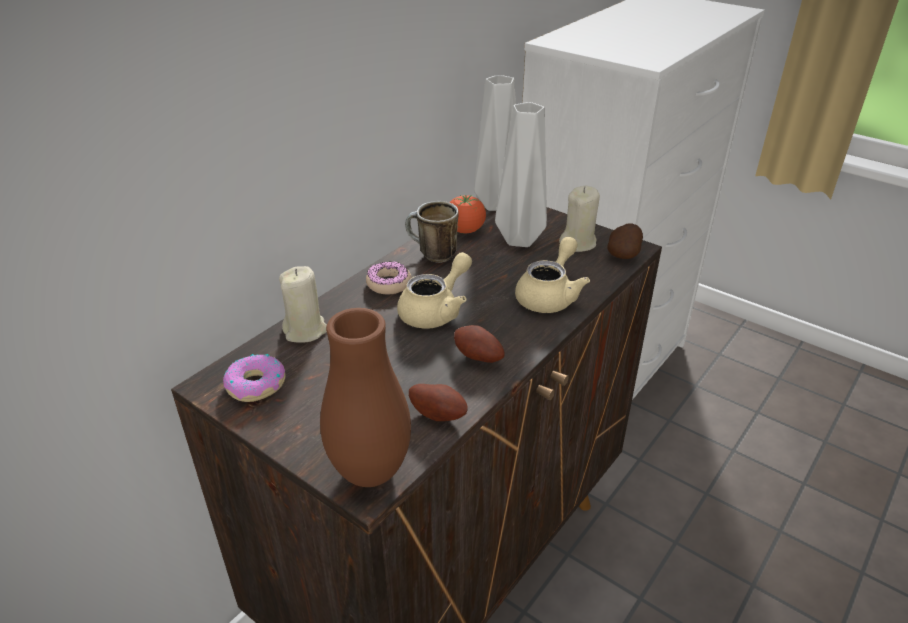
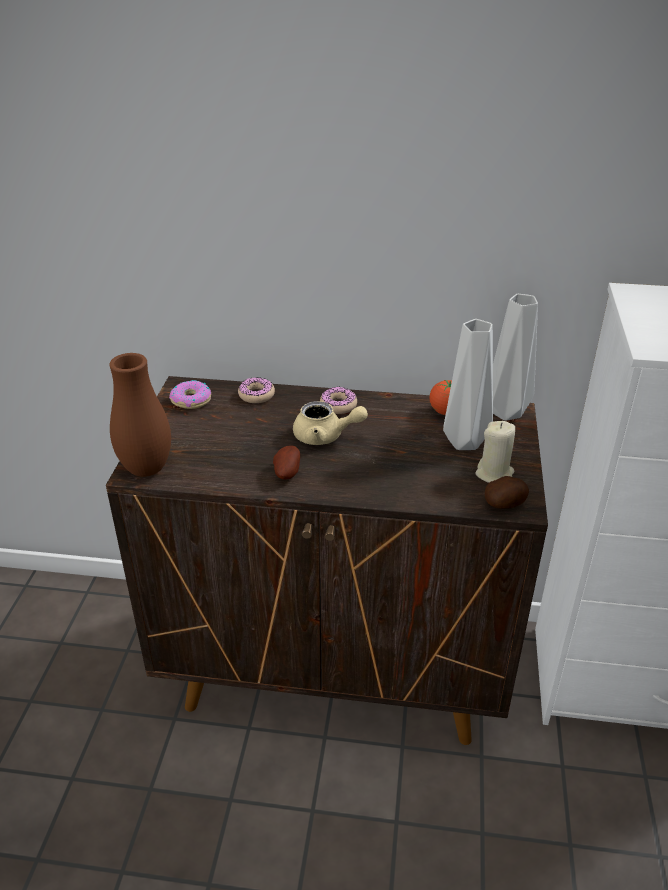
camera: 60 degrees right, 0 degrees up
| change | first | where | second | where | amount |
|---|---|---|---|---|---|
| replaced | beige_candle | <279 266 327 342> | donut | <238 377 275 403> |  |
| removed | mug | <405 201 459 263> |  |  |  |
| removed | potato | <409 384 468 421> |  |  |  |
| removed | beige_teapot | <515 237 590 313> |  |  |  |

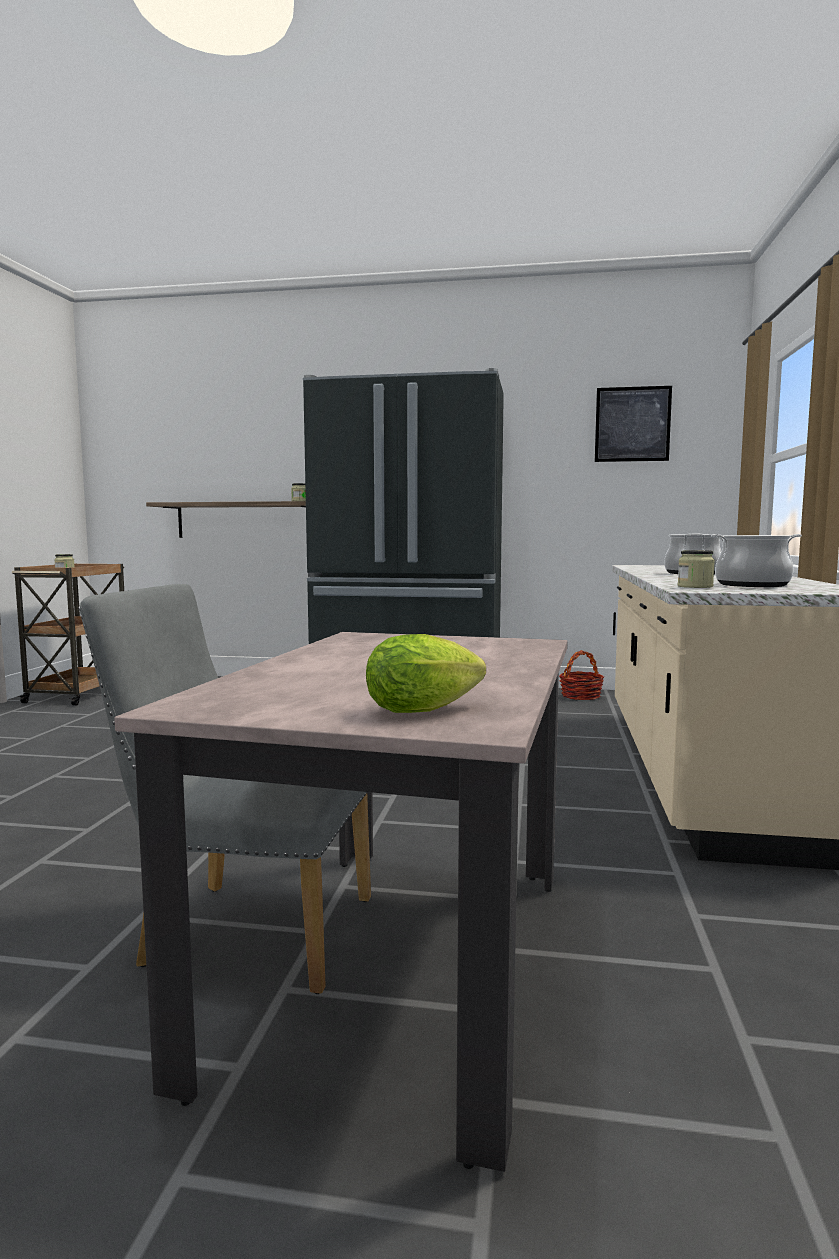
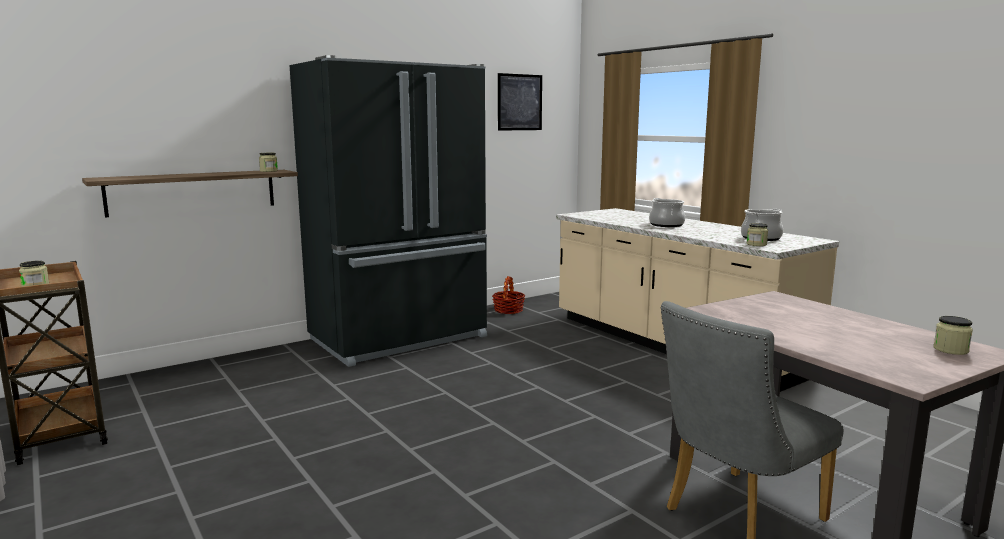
camera: 45 degrees left, 5 degrees up
| change | first | where | second | where | amount |
|---|---|---|---|---|---|
| replaced | lettuce | <366 634 486 713> | jar | <934 316 973 355> |  |

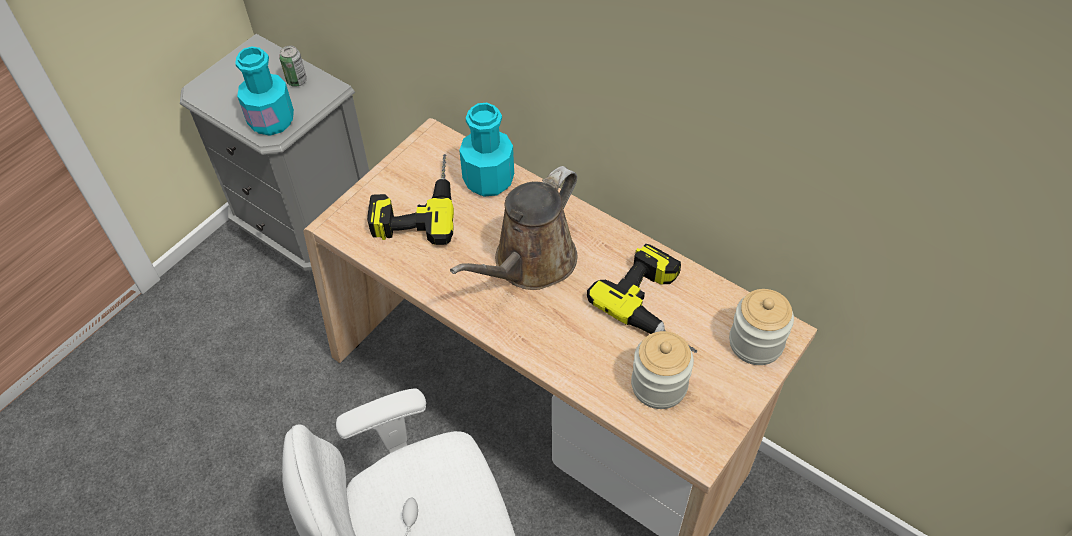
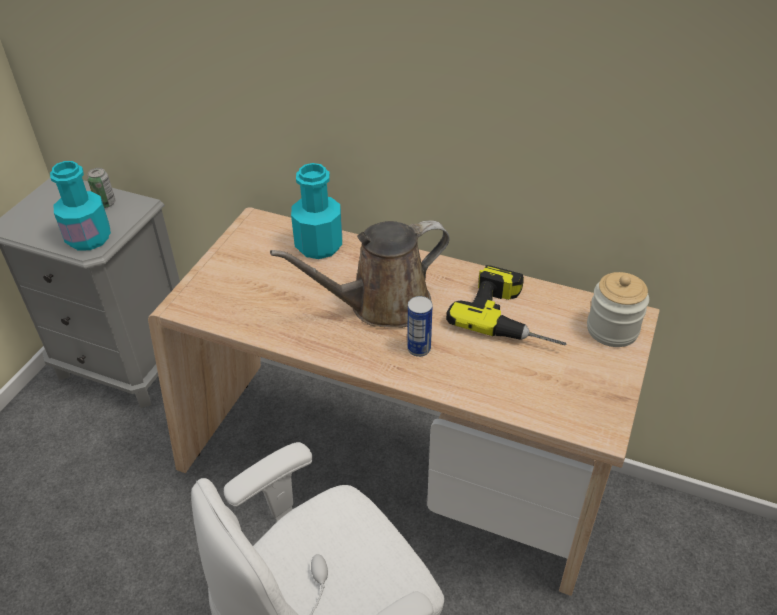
camera: 15 degrees left, 10 degrees down
| change | first | where | second | where | amount |
|---|---|---|---|---|---|
| turned | brown_watering_can | <450 166 577 290> |  | <270 220 450 328> | 45 degrees clockwise |
| added |  |  | can | <407 296 433 357> |  |
| removed | power_drill | <367 154 454 245> |  |  |  |
| removed | jar | <631 331 694 409> |  |  |  |

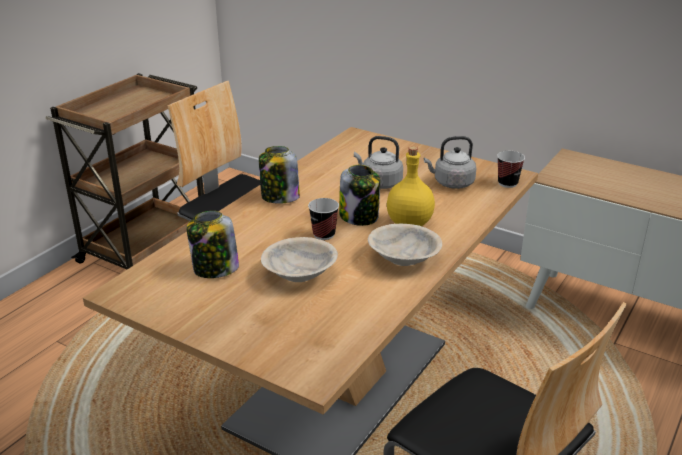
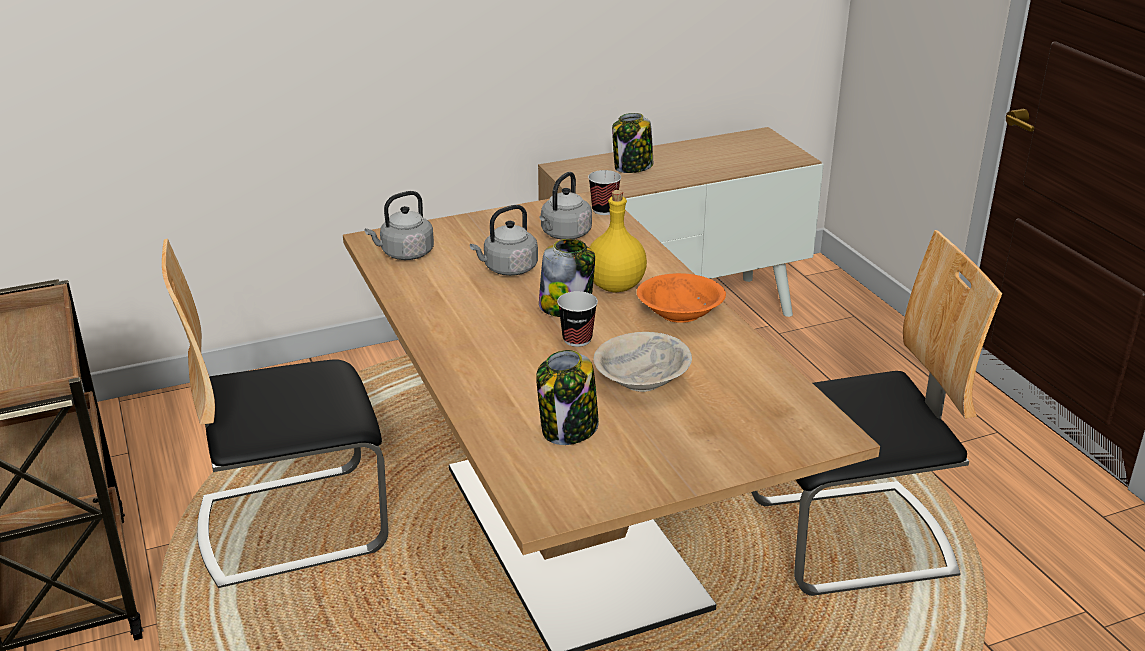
camera: 55 degrees left, 0 degrees up
| change | first | where | second | where | amount |
|---|---|---|---|---|---|
| added |  |  | grey_kettle | <365 191 434 260> |  |
| moved | jar | <259 146 300 204> |  | <612 113 653 173> |  |
| recoloured | beige_bowl | <368 224 442 266> | orange_bowl | <637 273 726 323> |  |

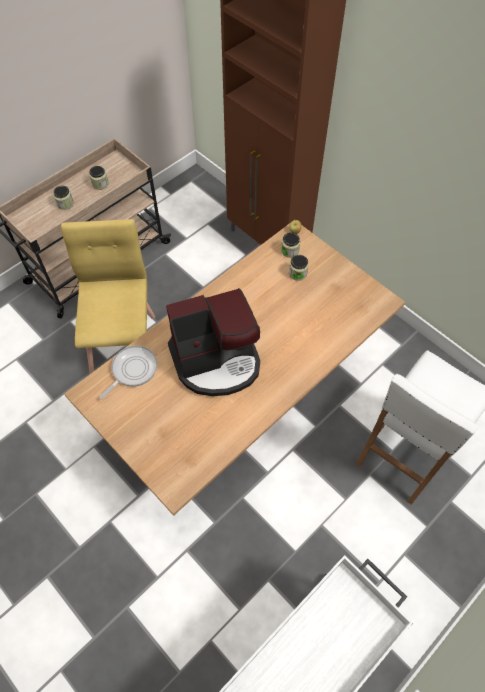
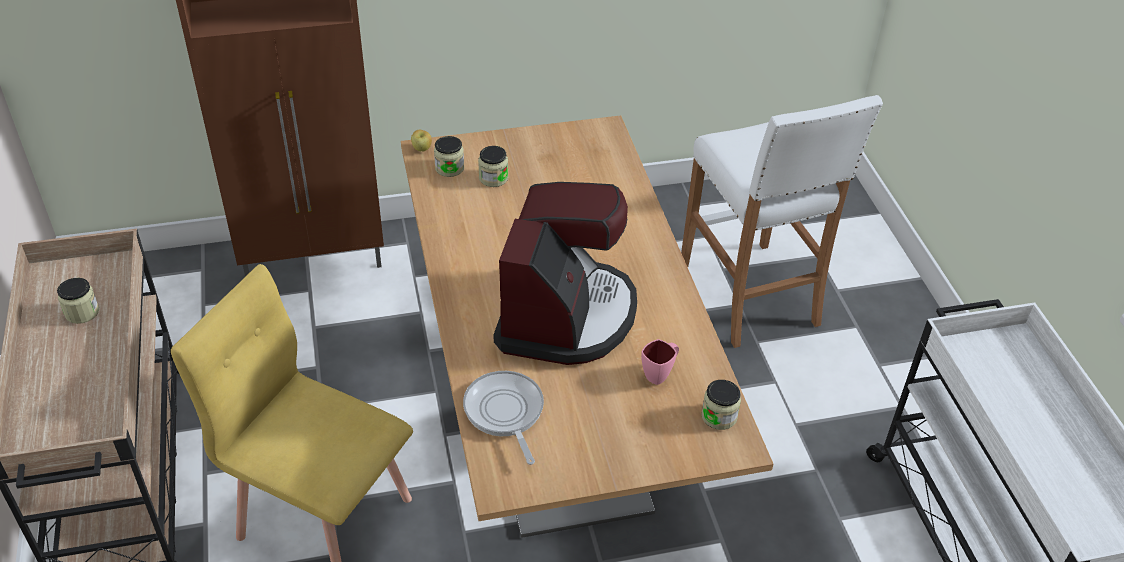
camera: 60 degrees left, 15 degrees down
| change | first | where | second | where | amount |
|---|---|---|---|---|---|
| added |  |  | pink_mug | <641 339 679 385> |  |
| moved | jar | <53 186 74 210> |  | <701 380 741 430> |  |

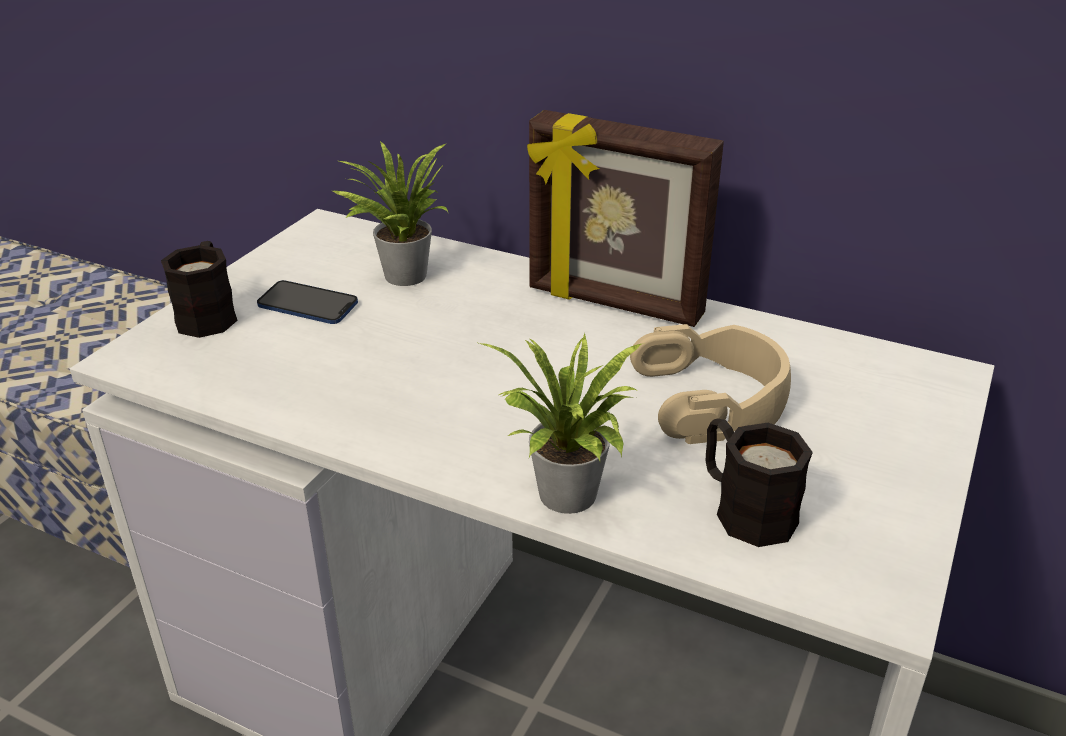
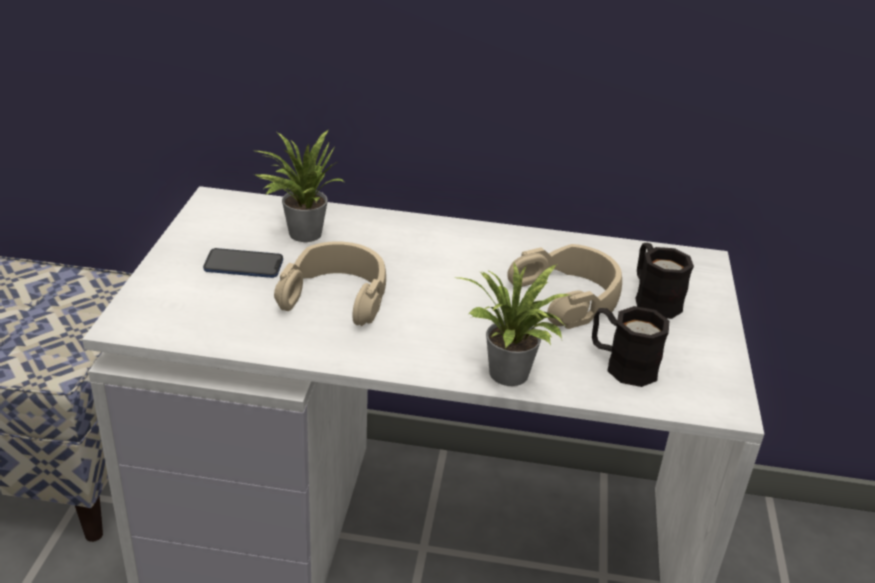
camera: 20 degrees left, 0 degrees up
| change | first | where | second | where | amount |
|---|---|---|---|---|---|
| added |  |  | beige_headphones | <274 241 386 326> |  |
| moved | black_mug | <161 241 238 338> |  | <635 243 694 319> |  |
| removed | picture_frame | <527 110 724 327> |  |  |  |

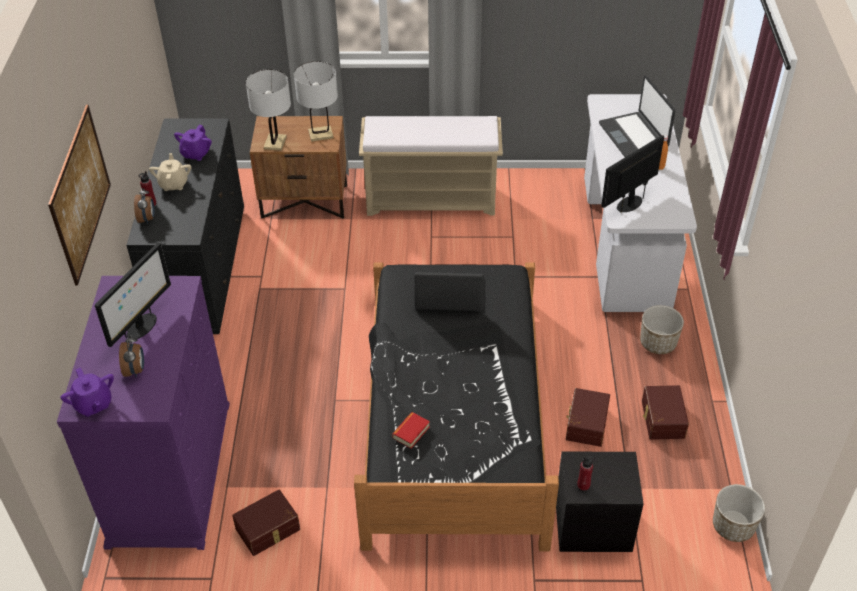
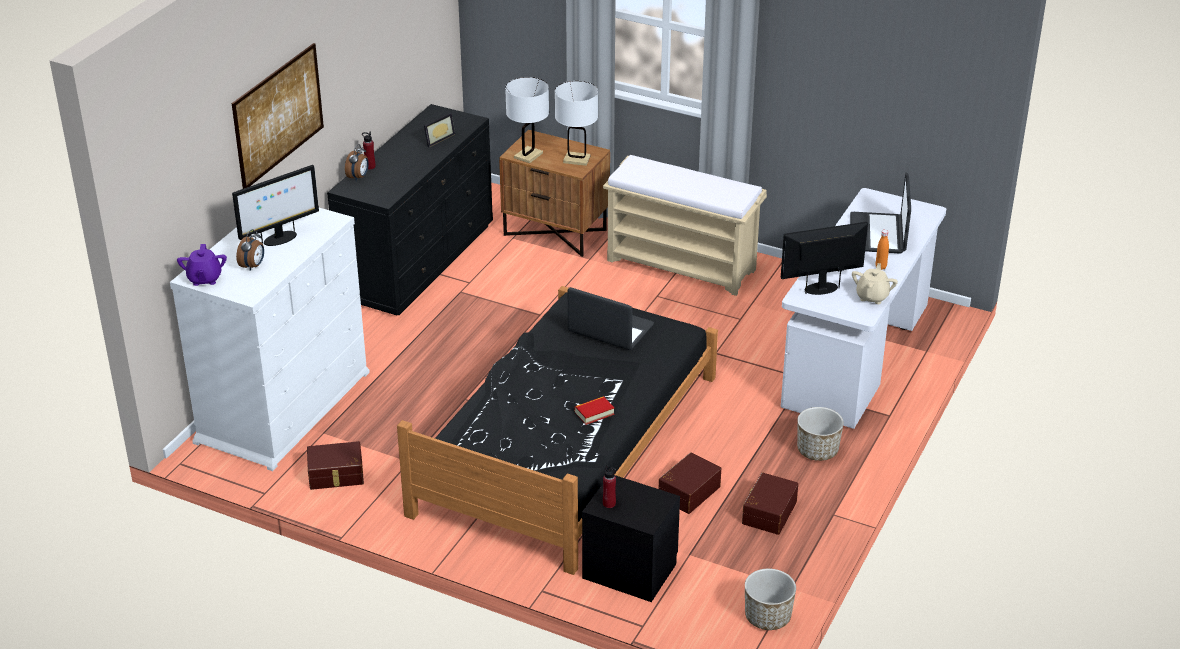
camera: 25 degrees right, 10 degrees down
| change | first | where | second | where | amount |
|---|---|---|---|---|---|
| recoloured | purple_dresser | <57 276 230 550> | white_dresser | <170 208 370 471> |  |
| replaced | purple_teapot | <174 125 212 161> | picture_frame | <424 113 455 147> |  |
| moved | book | <392 412 430 449> |  | <574 396 614 425> |  |
| moved | beige_teapot | <149 153 191 191> |  | <852 263 898 304> |  |

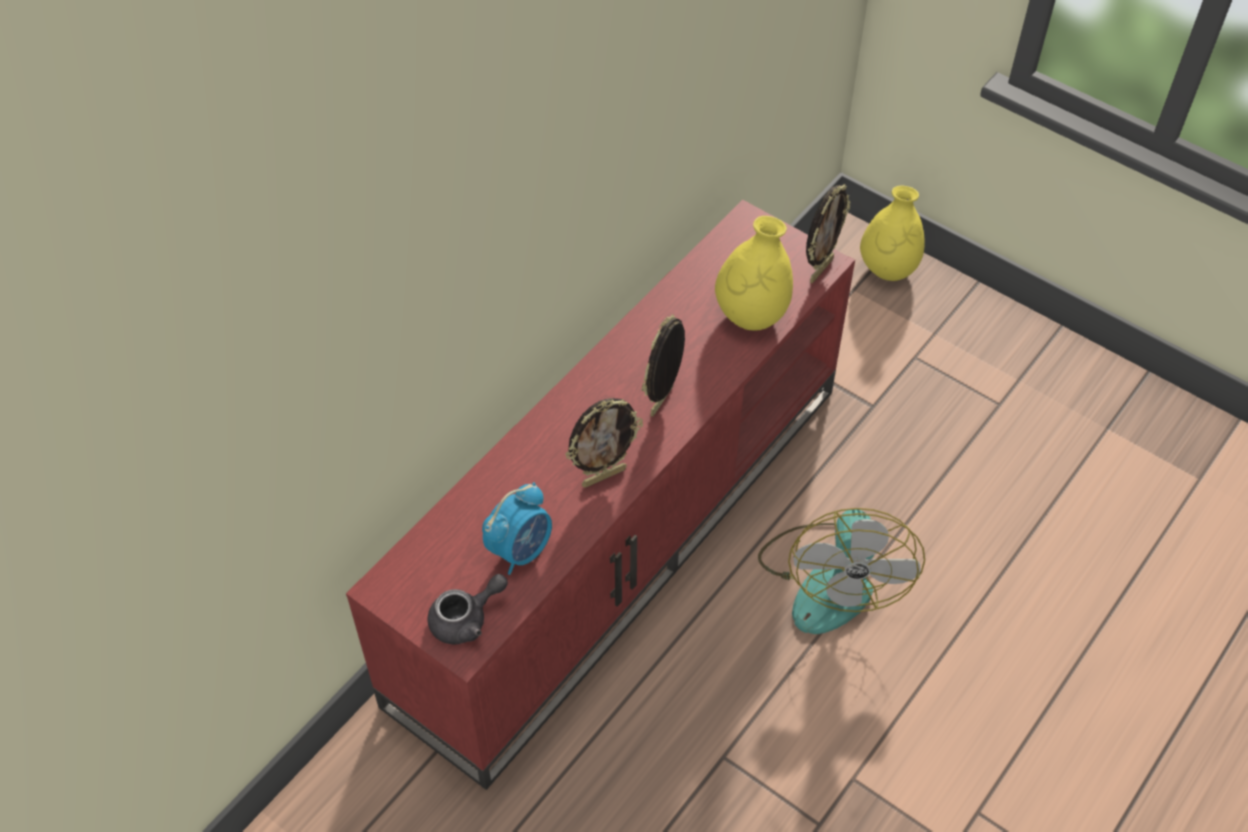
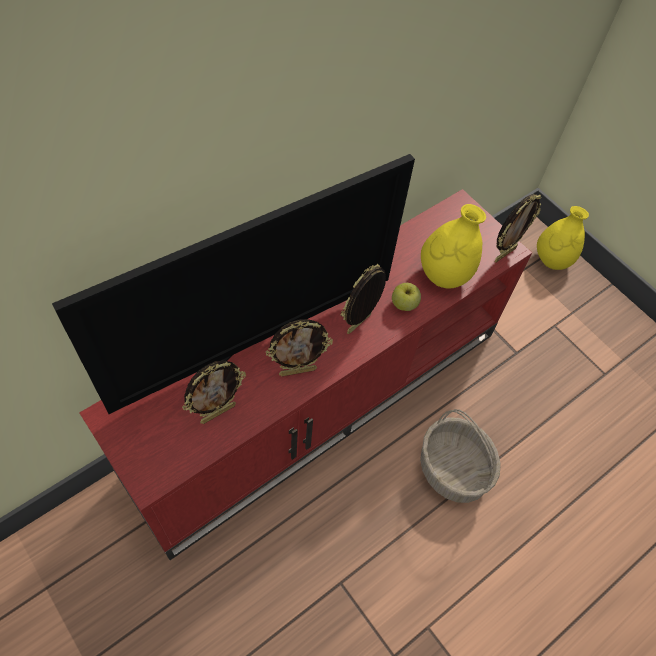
camera: 10 degrees right, 5 degrees up
| change | first | where | second | where | amount |
|---|---|---|---|---|---|
| added |  |  | television | <52 154 415 414> |  |
| replaced | alarm_clock | <482 482 552 575> | picture_frame | <182 361 246 424> |  |
| added |  |  | apple | <392 283 421 311> |  |
| replaced | fan | <758 508 925 634> | basket | <420 409 501 503> |  |
| removed | grey_teapot | <427 574 508 644> |  |  |  |

